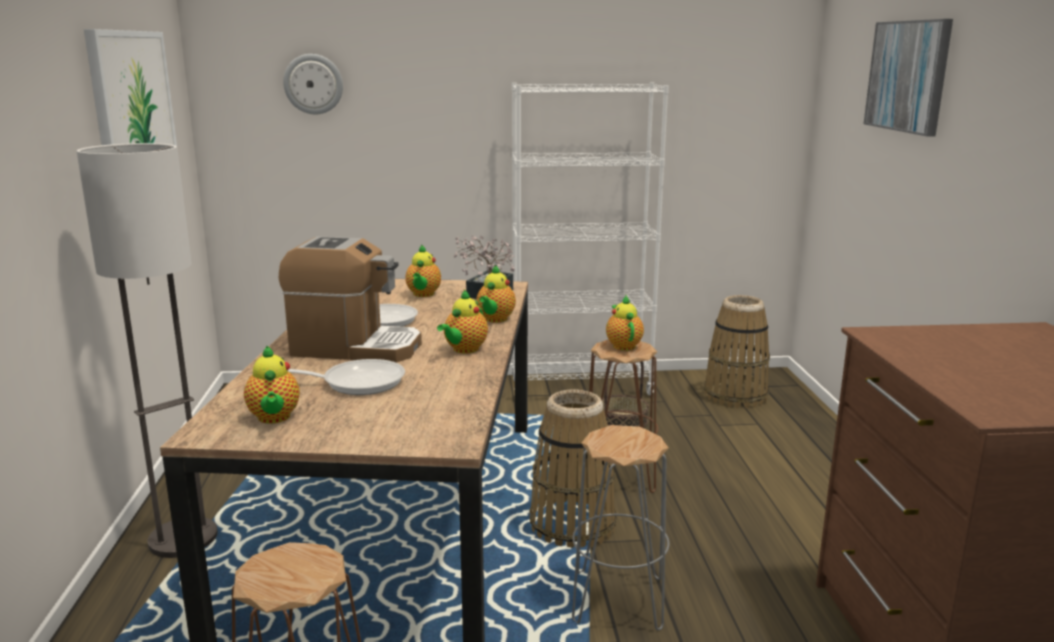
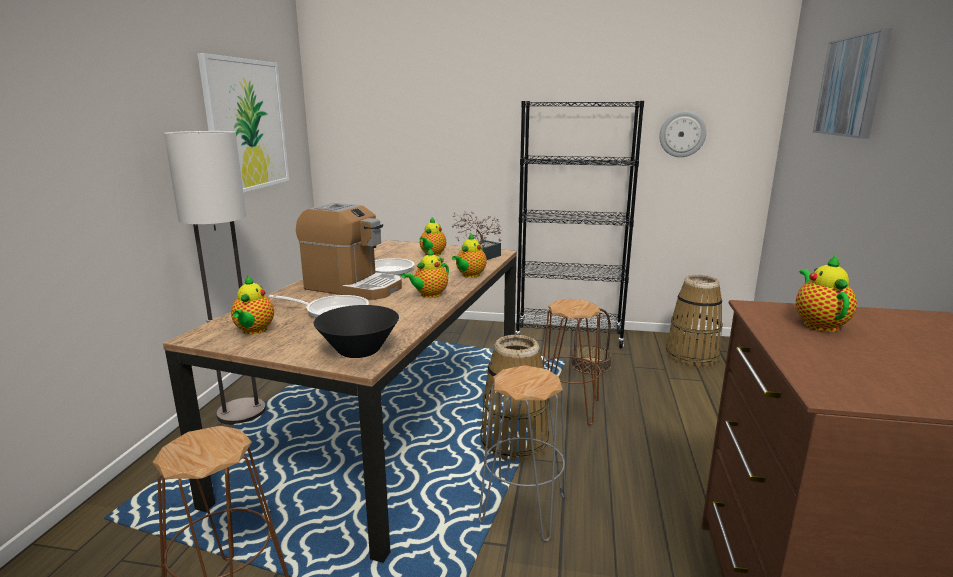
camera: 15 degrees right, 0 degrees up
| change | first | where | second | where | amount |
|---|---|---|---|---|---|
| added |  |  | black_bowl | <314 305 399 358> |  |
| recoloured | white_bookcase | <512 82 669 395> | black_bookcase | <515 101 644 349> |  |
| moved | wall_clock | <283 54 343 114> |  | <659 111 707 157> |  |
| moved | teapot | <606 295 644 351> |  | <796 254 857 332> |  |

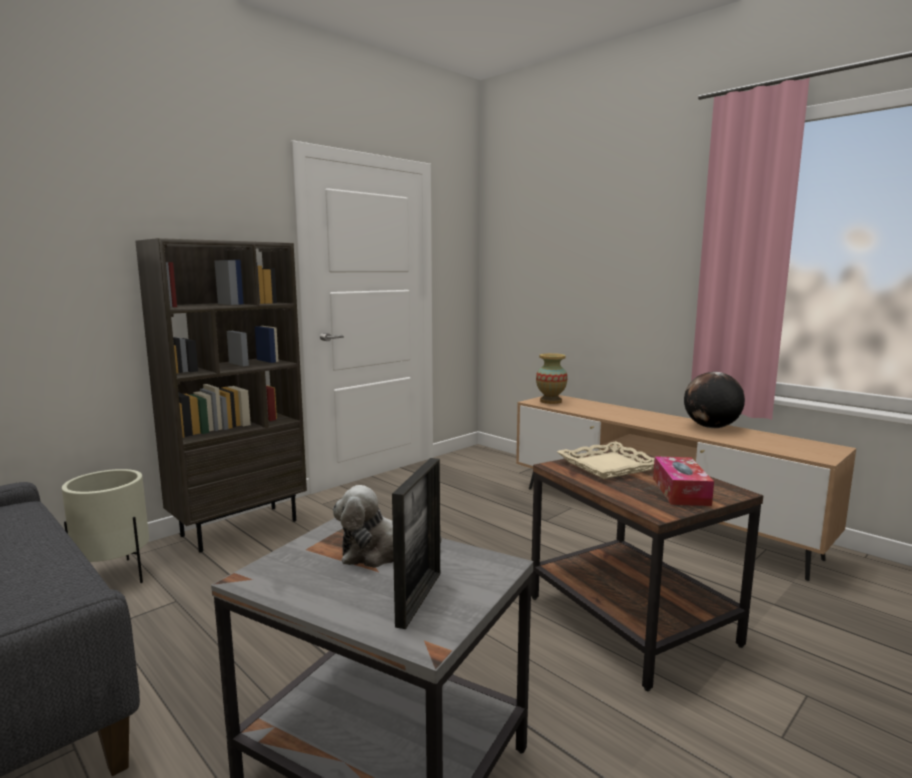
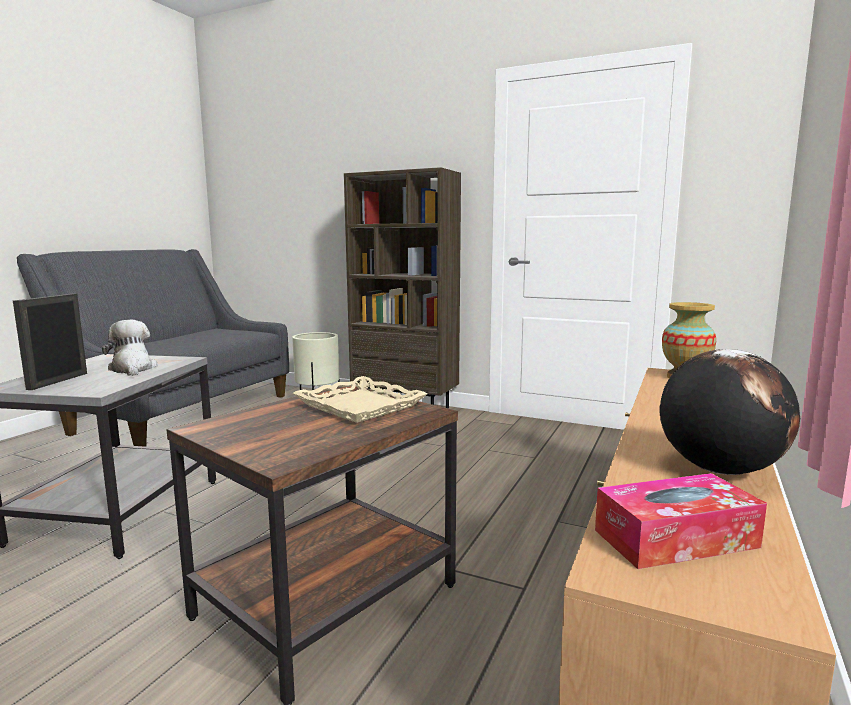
camera: 70 degrees right, 0 degrees up
| change | first | where | second | where | amount |
|---|---|---|---|---|---|
| turned | picture_frame | <392 458 440 629> |  | <13 294 87 390> | 105 degrees clockwise |
| moved | tissue_box | <653 456 714 506> |  | <595 473 767 569> |  |

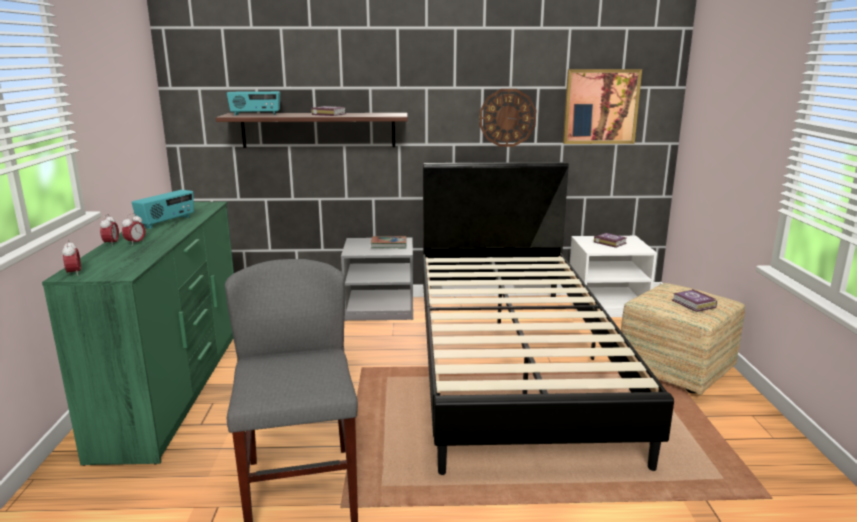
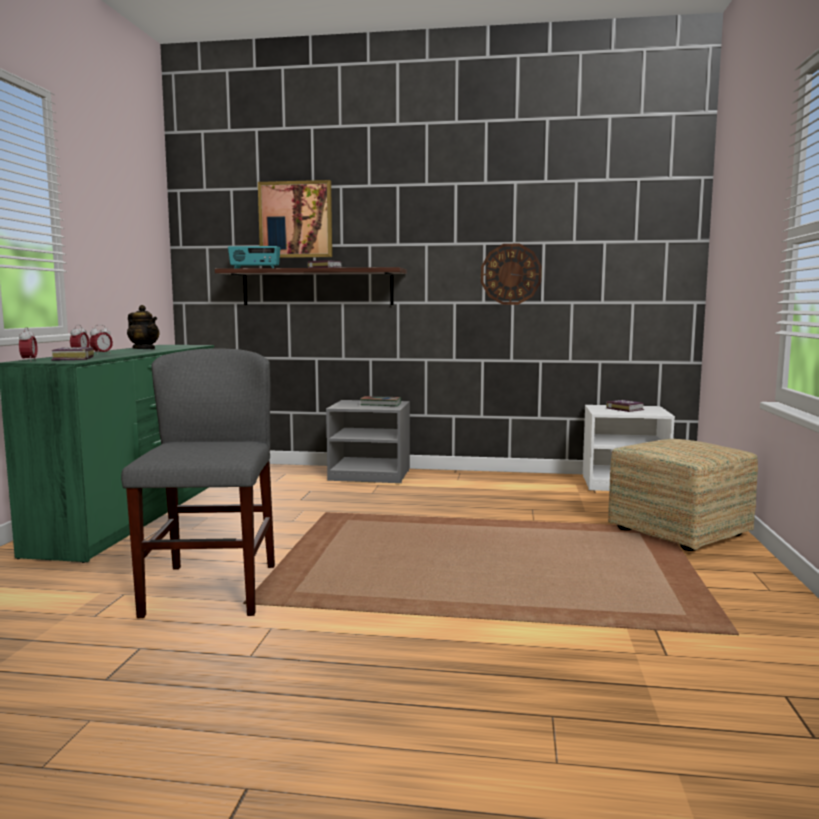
camera: 10 degrees right, 10 degrees down
| change | first | where | second | where | amount |
|---|---|---|---|---|---|
| moved | book | <672 289 717 312> |  | <51 347 94 361> |  |
| replaced | radio | <132 190 194 229> | teapot | <127 305 160 349> |  |
| moved | picture | <563 69 642 144> |  | <258 180 332 258> |  |
| removed | black_bed | <423 162 674 475> |  |  |  |

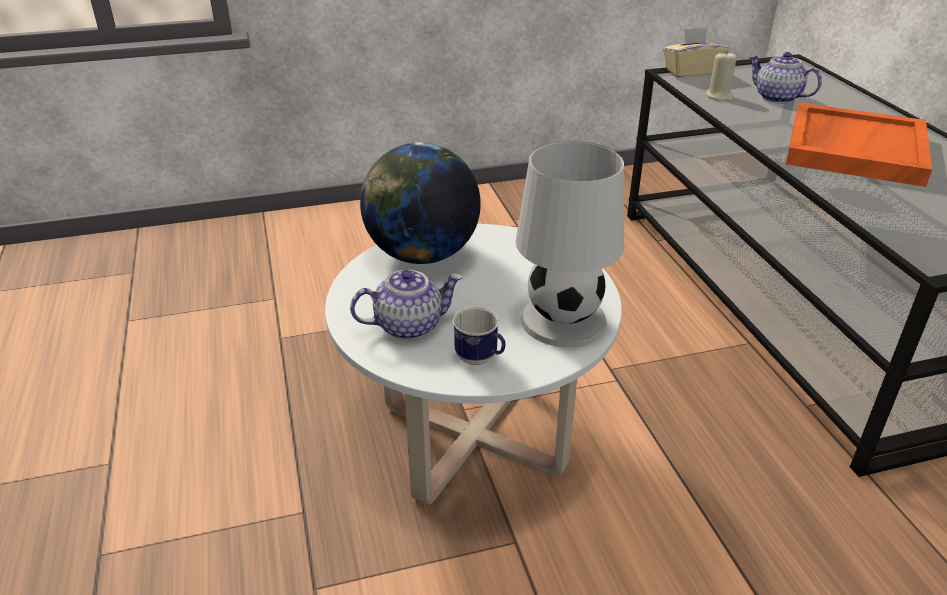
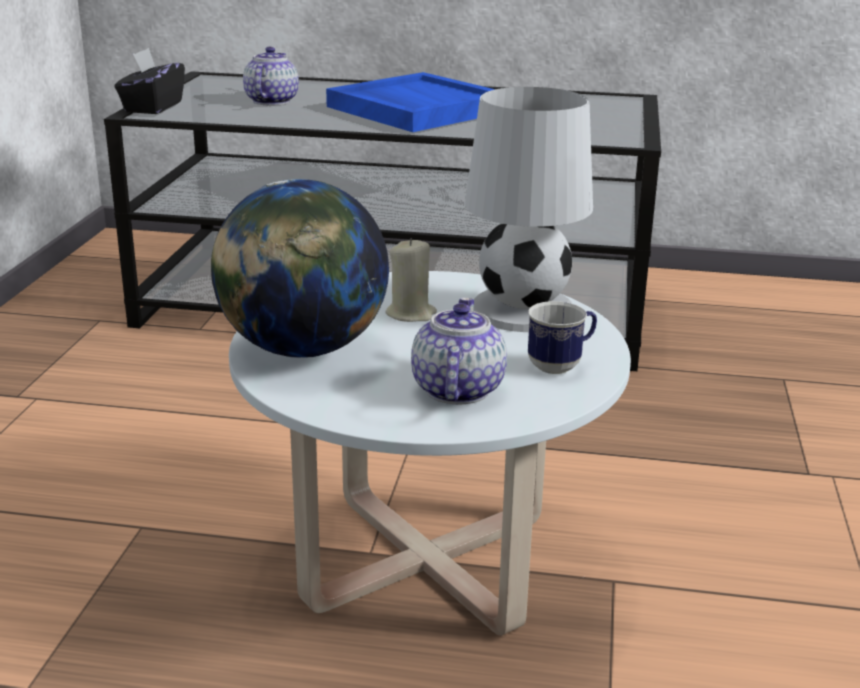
camera: 65 degrees left, 10 degrees down
| change | first | where | second | where | amount |
|---|---|---|---|---|---|
| recoloured | beige_tissue_box | <663 27 728 78> | black_tissue_box | <115 48 185 114> |  |
| turned | teapot | <748 52 822 104> |  | <243 46 299 105> | 120 degrees clockwise |
| recoloured | orange_tray | <786 103 932 187> | blue_tray | <326 72 495 132> |  |
| moved | beige_candle | <706 51 737 101> |  | <385 238 437 322> |  |

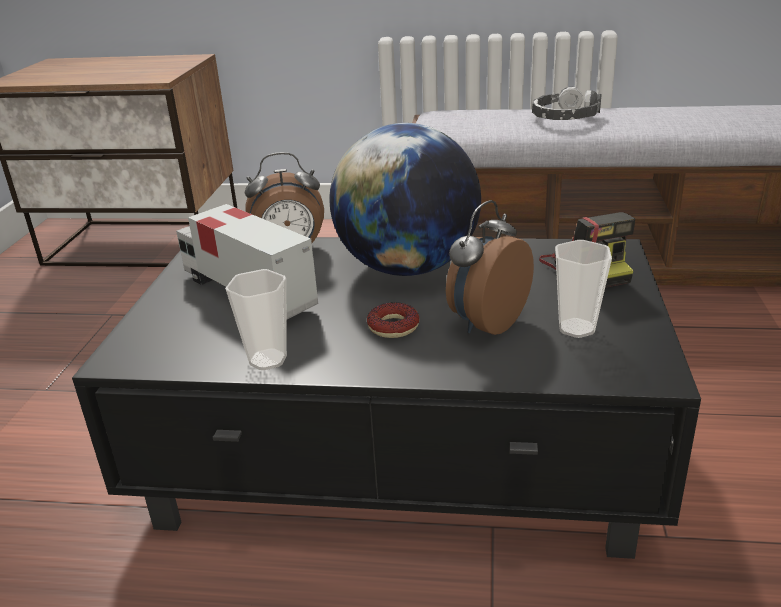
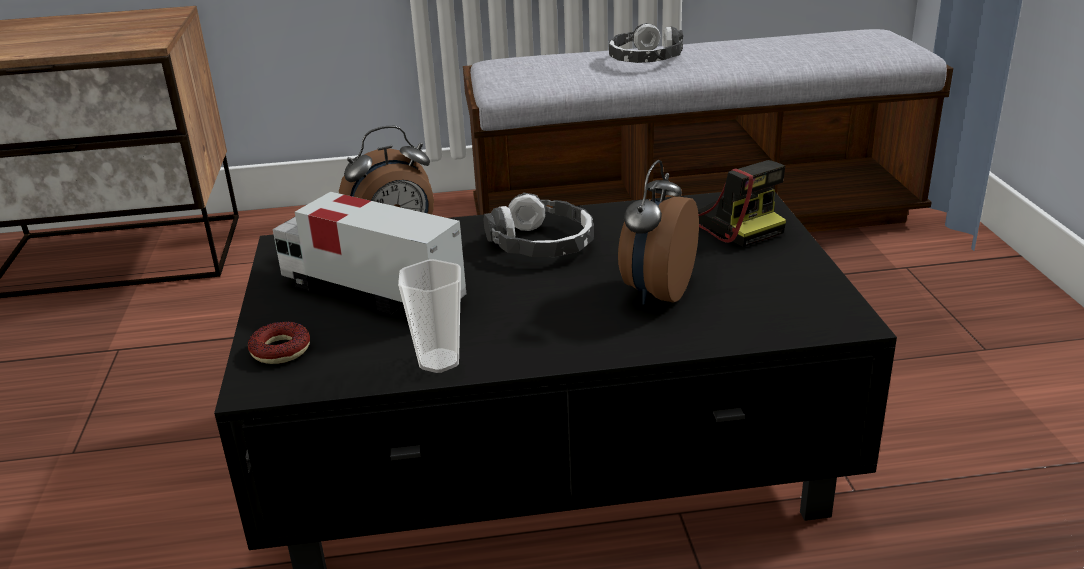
camera: 15 degrees left, 0 degrees up
| change | first | where | second | where | amount |
|---|---|---|---|---|---|
| moved | donut | <367 302 419 338> |  | <248 321 310 364> |  |
| replaced | globe | <329 123 481 276> | headphones | <483 192 594 257> |  |
| removed | cup | <555 240 612 338> |  |  |  |

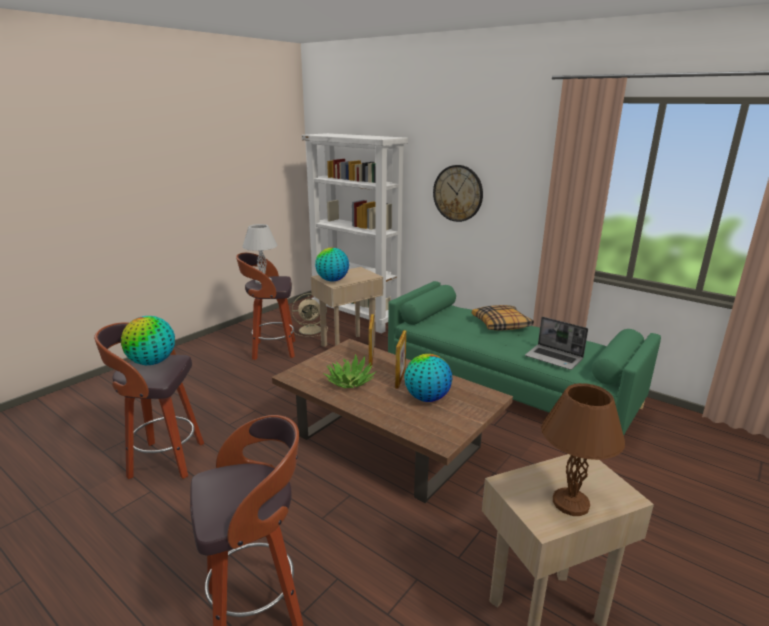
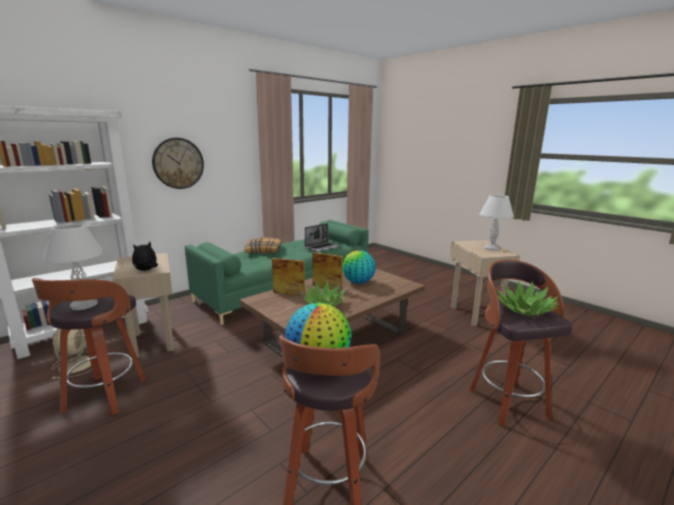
camera: 80 degrees left, 5 degrees down
| change | first | where | second | where | amount |
|---|---|---|---|---|---|
| replaced | globe | <315 247 349 282> | plush_toy | <132 242 158 271> |  |
| recoloured | brown_table_lamp | <541 383 625 516> | white_table_lamp | <479 195 514 251> |  |
| added |  |  | potted_plant | <497 281 559 316> |  |

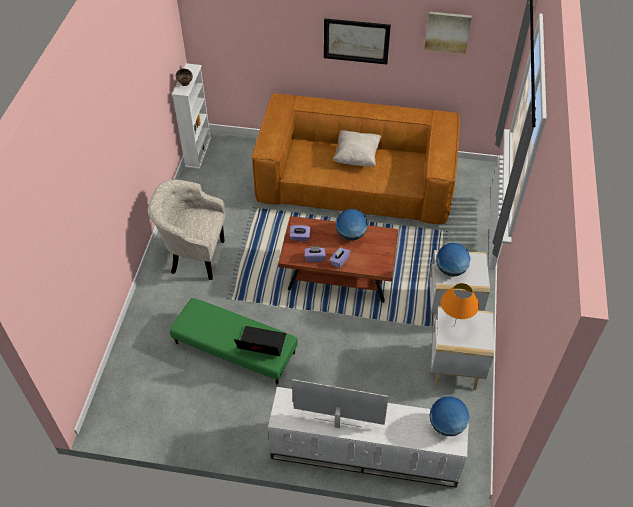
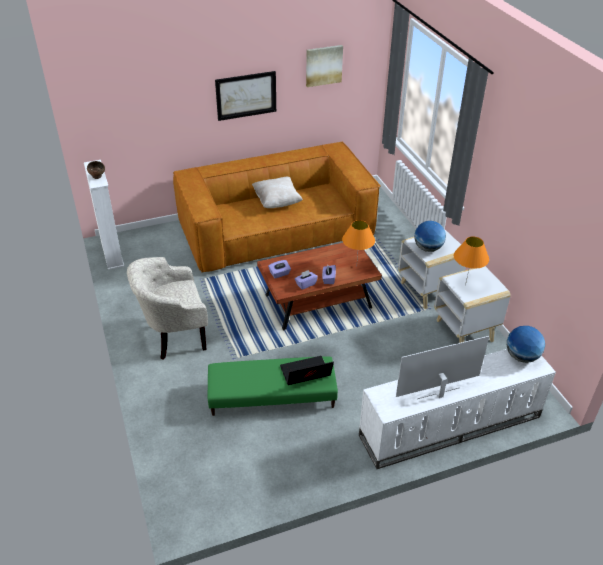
camera: 30 degrees left, 10 degrees down
| change | first | where | second | where | amount |
|---|---|---|---|---|---|
| added |  |  | orange_table_lamp | <342 220 375 259> |  |
| removed | globe | <336 209 368 241> |  |  |  |

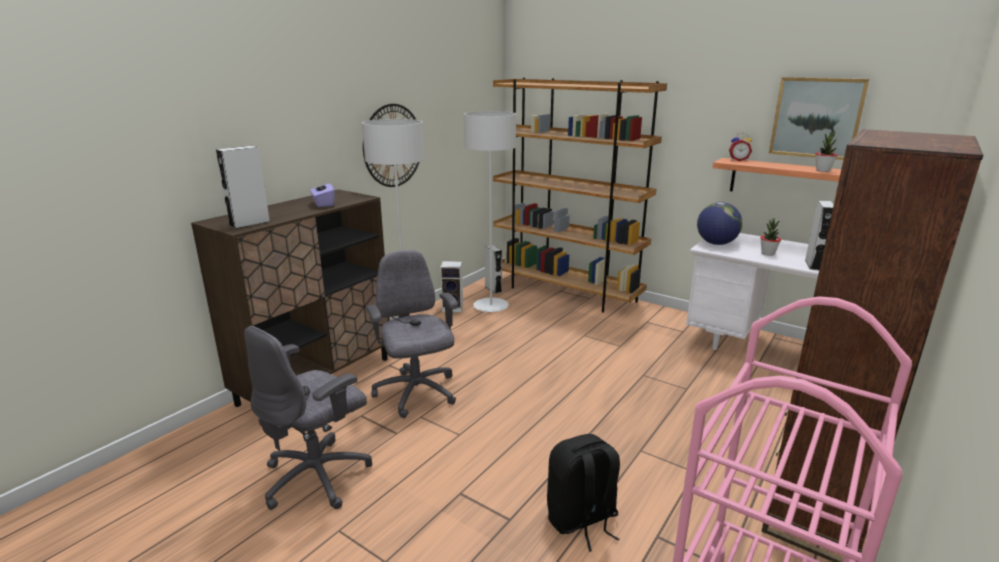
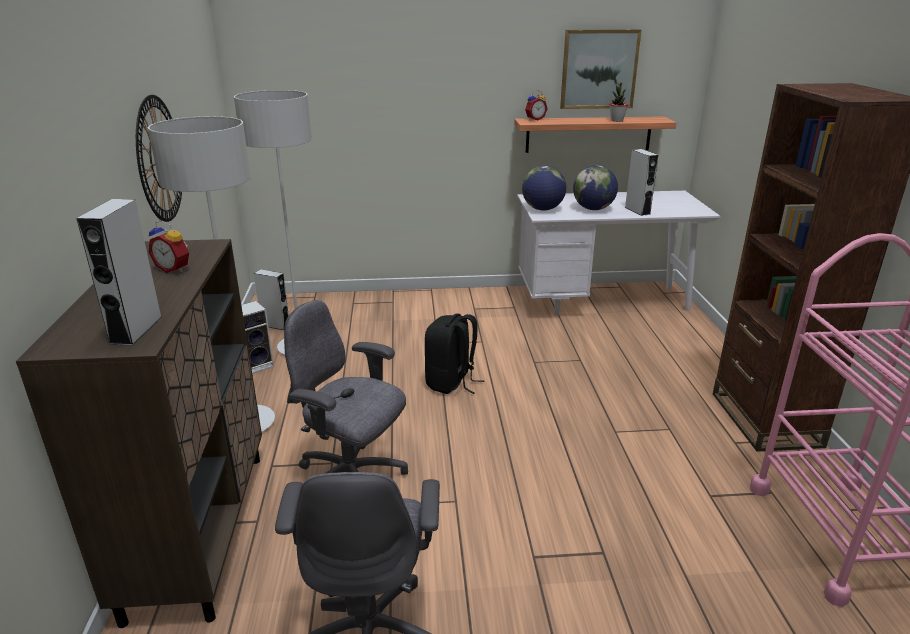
camera: 40 degrees left, 5 degrees up
| change | first | where | second | where | amount |
|---|---|---|---|---|---|
| replaced | purple_tissue_box | <310 180 334 207> | alarm_clock | <148 220 189 273> |  |
| moved | black_backpack | <547 434 620 552> |  | <425 314 484 394> |  |
| replaced | potted_plant | <760 218 781 256> | globe | <573 165 618 210> |  |
| removed | brown_bookcase | <493 78 667 313> |  |  |  |

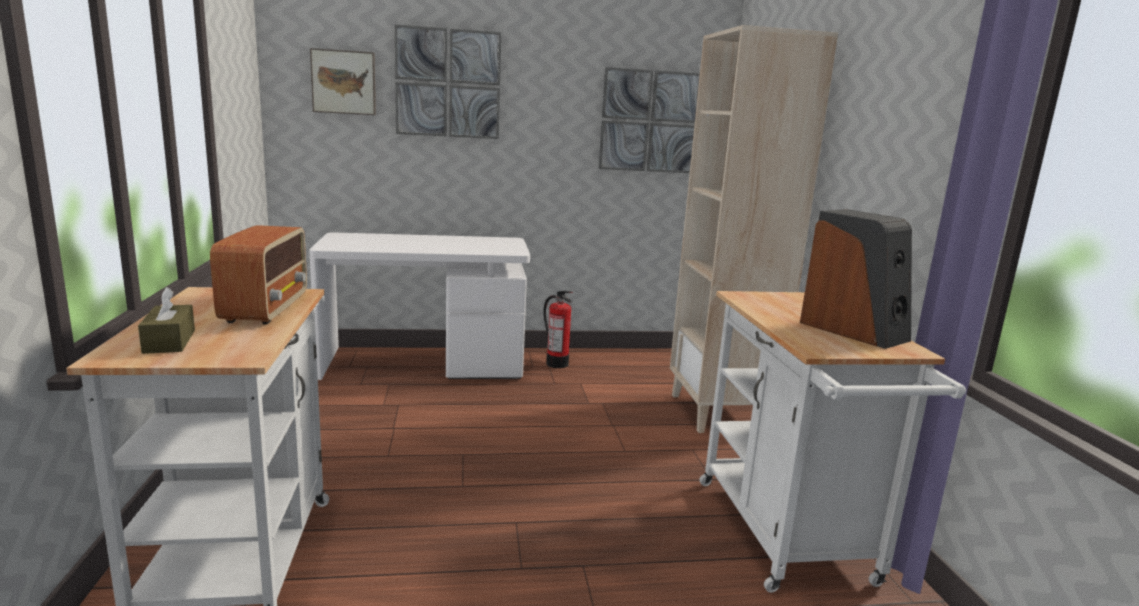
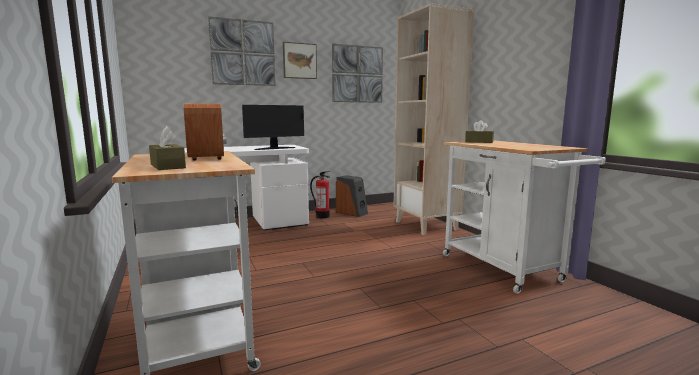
camera: 15 degrees left, 5 degrees down
| change | first | where | second | where | amount |
|---|---|---|---|---|---|
| added |  |  | monitor | <242 105 304 150> |  |
| moved | picture | <310 48 376 115> |  | <283 42 317 79> |  |
| moved | speaker | <800 209 912 349> |  | <336 175 368 217> |  |
| added |  |  | brown_tissue_box | <465 120 494 143> |  |

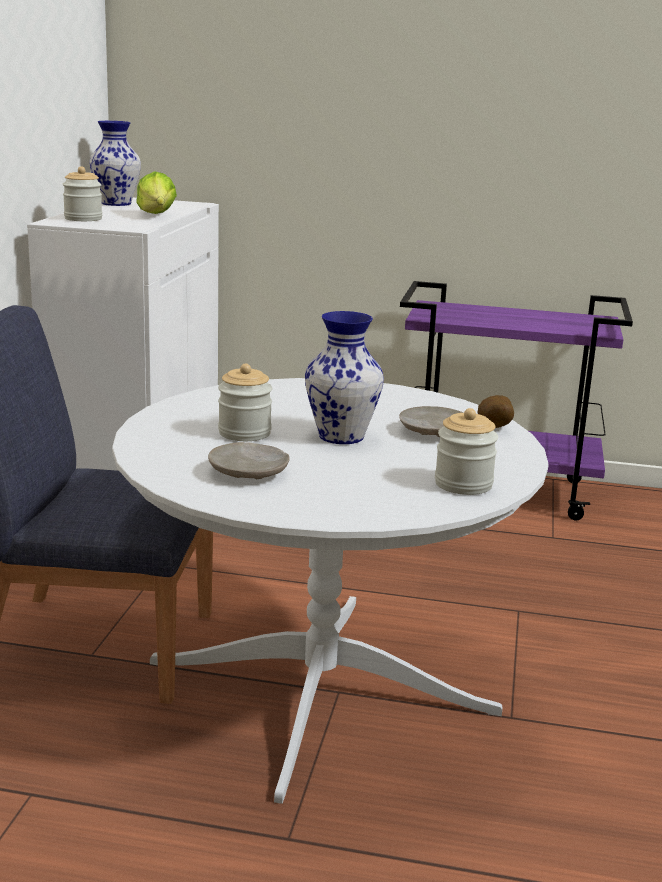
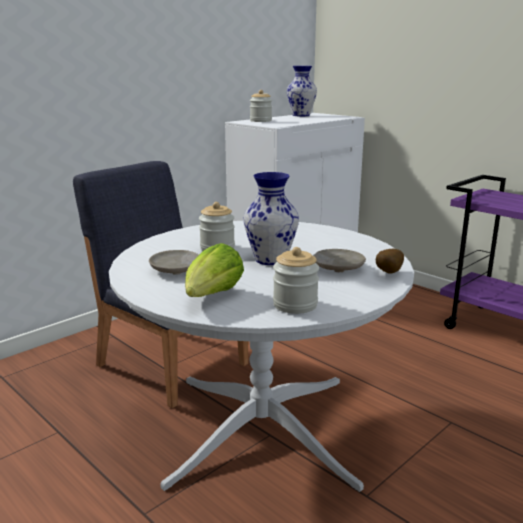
camera: 35 degrees right, 0 degrees up
| change | first | where | second | where | amount |
|---|---|---|---|---|---|
| moved | lettuce | <136 171 177 214> |  | <185 243 244 297> |  |

